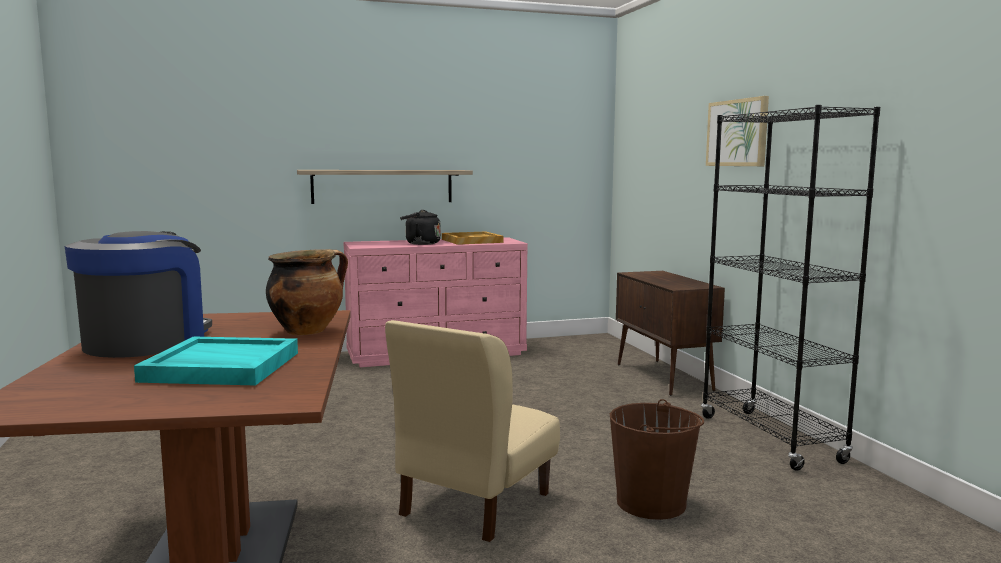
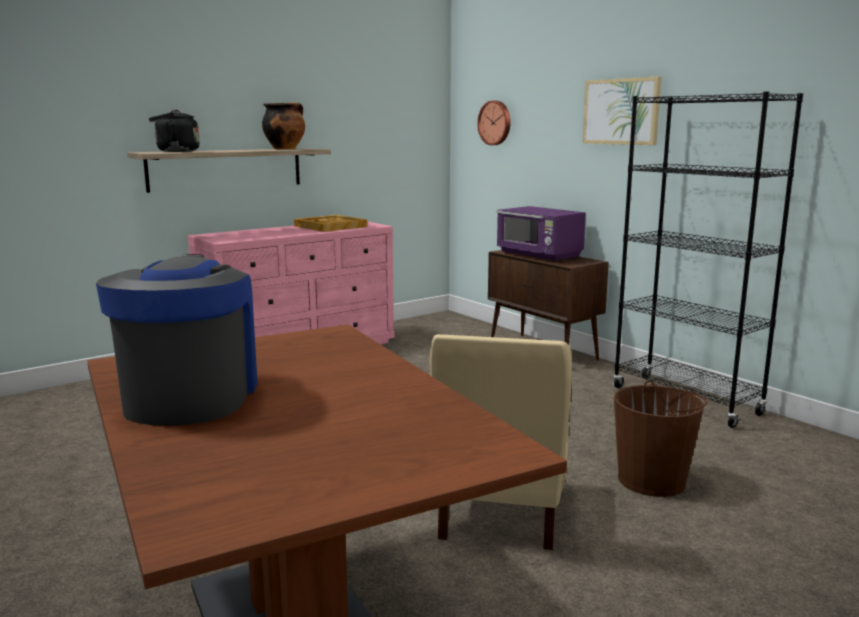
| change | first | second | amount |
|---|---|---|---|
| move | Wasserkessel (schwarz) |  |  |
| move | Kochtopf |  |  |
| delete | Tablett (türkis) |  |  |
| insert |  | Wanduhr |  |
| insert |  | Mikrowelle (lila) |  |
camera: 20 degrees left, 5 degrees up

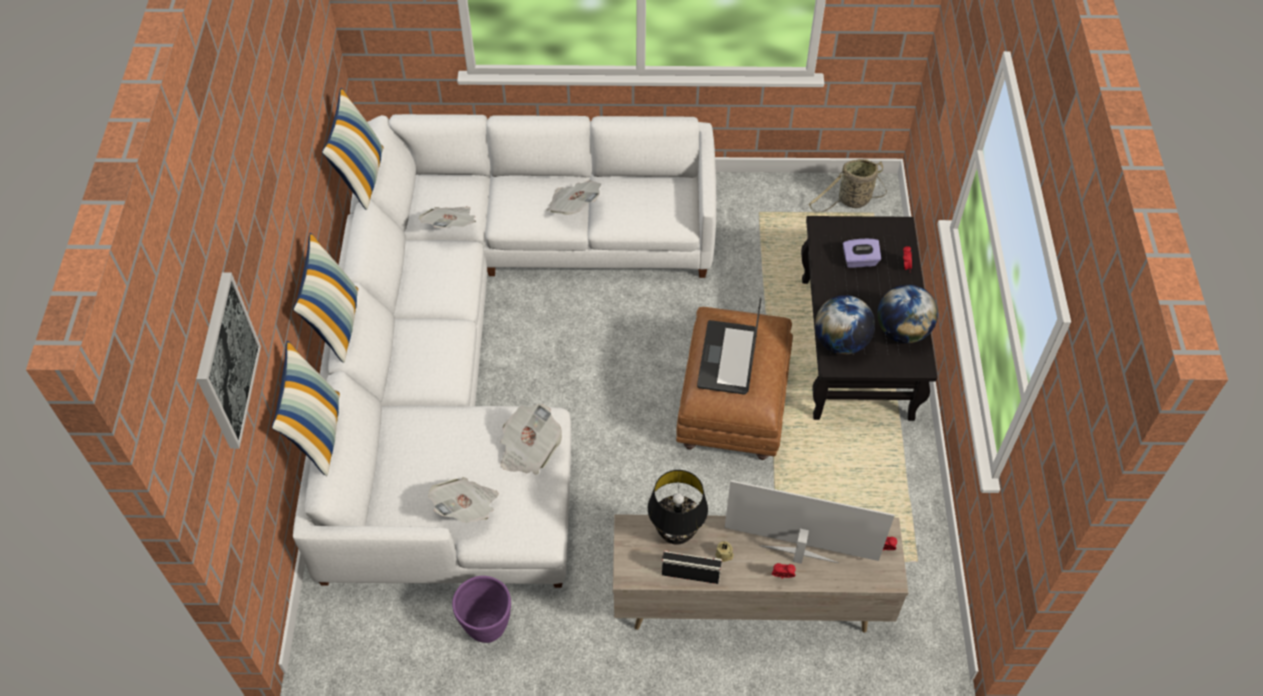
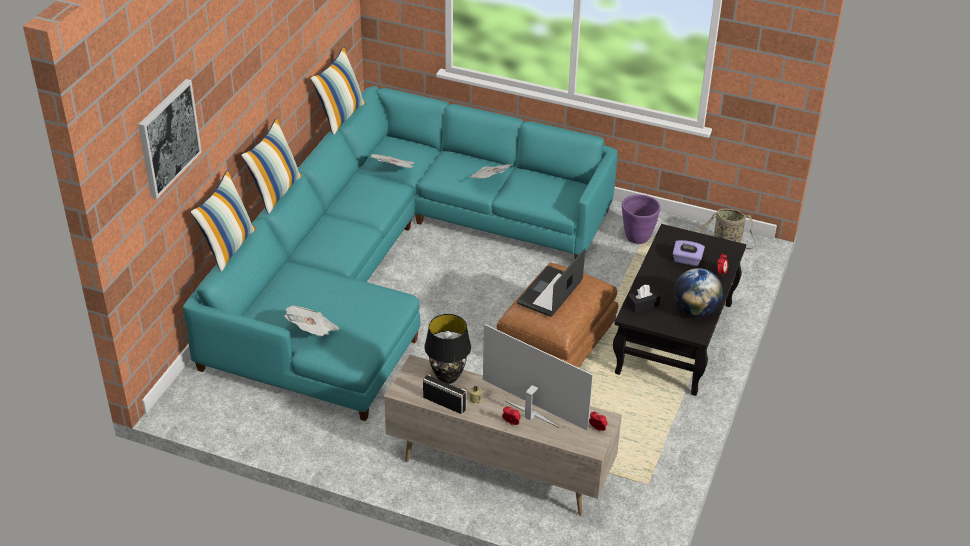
| change | first | second | amount |
|---|---|---|---|
| recolor | Sofa (weiß) | Sofa (türkis) |  |
| replace | Globus (1st from left) | Taschentuchbox (schwarz) |  |
| delete | Zeitung (3rd from left) |  |  |
| move | Pflanzkübel (lila) |  |  |
camera: 20 degrees right, 15 degrees down

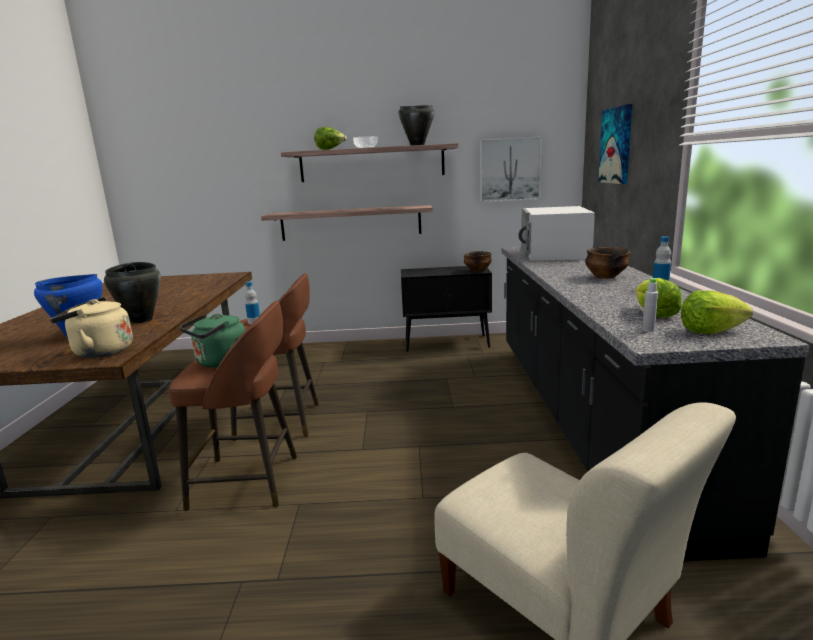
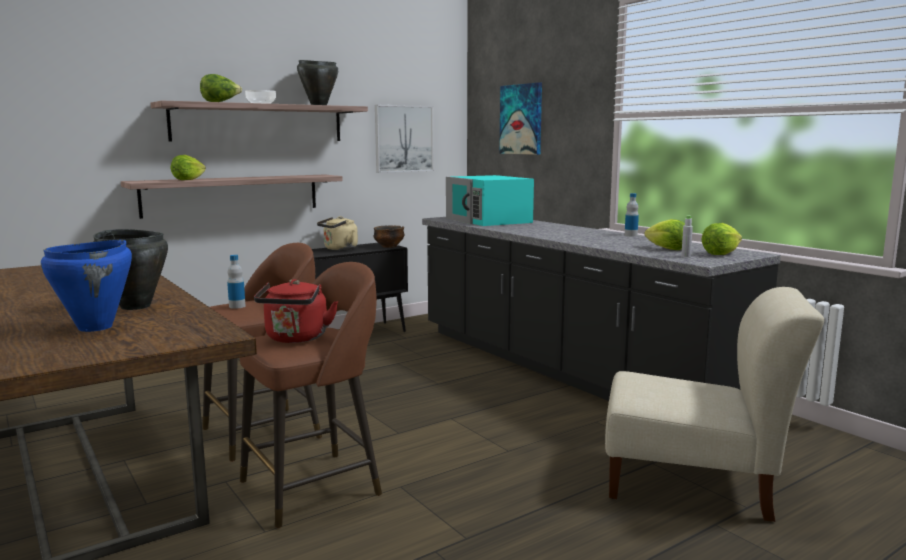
| change | first | second | amount |
|---|---|---|---|
| recolor | Mikrowelle (weiß) | Mikrowelle (türkis) |  |
| delete | Schüssel (3rd from left) |  |  |
| move | Wasserkessel (beige) |  |  |
| recolor | Wasserkessel (grün) | Wasserkessel (rot) |  |
| insert |  | Salatkopf (1st from left) |  |
camera: 35 degrees left, 5 degrees down

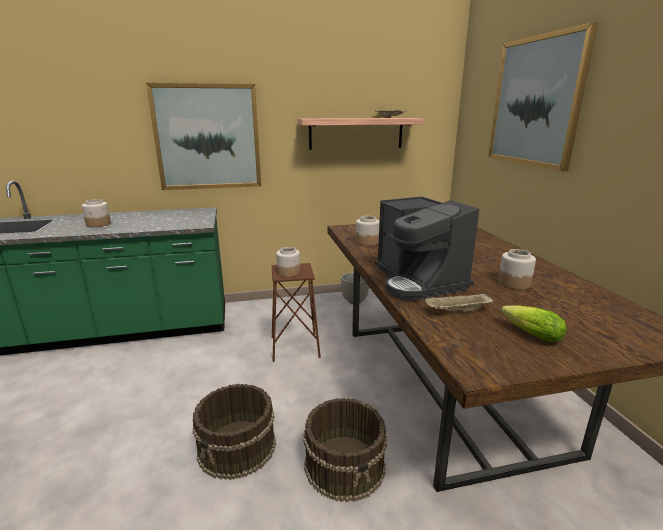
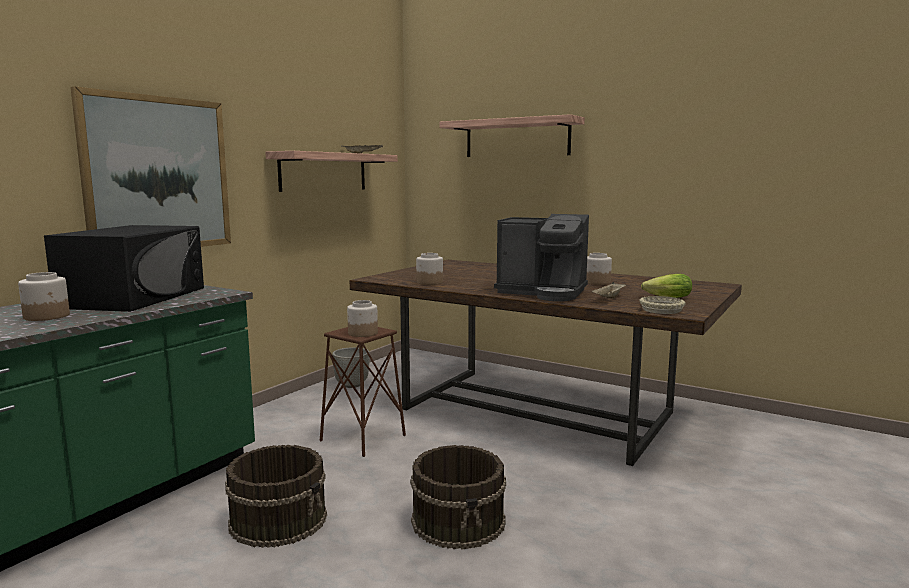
| change | first | second | amount |
|---|---|---|---|
| replace | Bild (2nd from left) | Wandregal (2nd from left) |  |
| move | Eimer (braun) (2nd from left in the first image) | Eimer (braun) (1st from left) |  |
| insert |  | Mikrowelle (schwarz) |  |
| insert |  | Schüssel (beige) |  |
camera: 45 degrees left, 10 degrees down

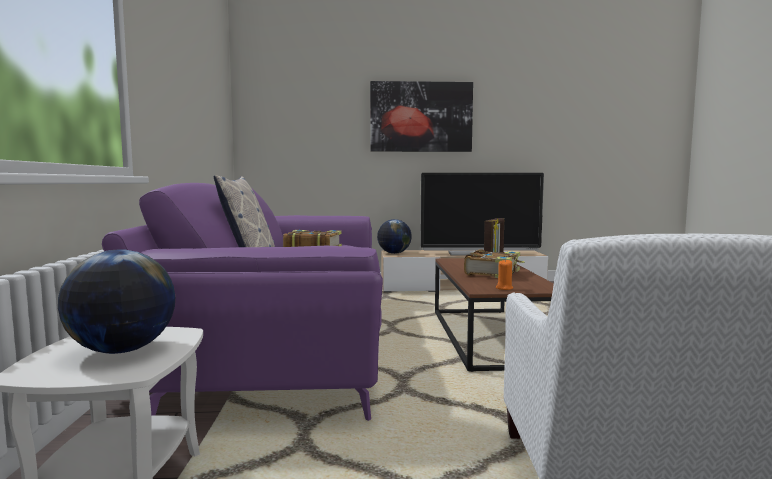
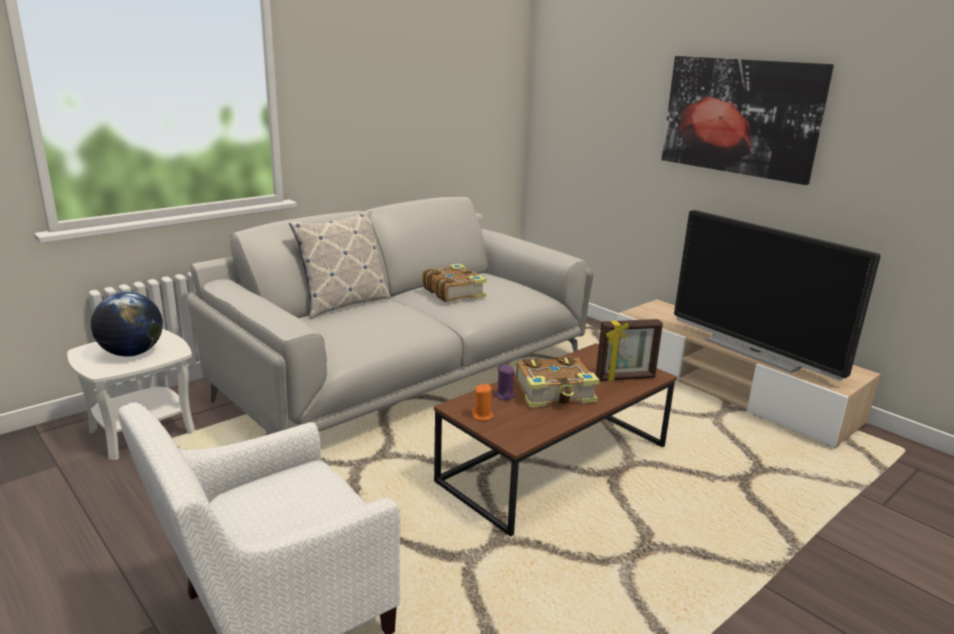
| change | first | second | amount |
|---|---|---|---|
| recolor | Sofa (lila) | Sofa (grau) |  |
| delete | Globus (2nd from left) |  |  |
| insert |  | Kerze (lila) |  |
camera: 50 degrees right, 15 degrees up

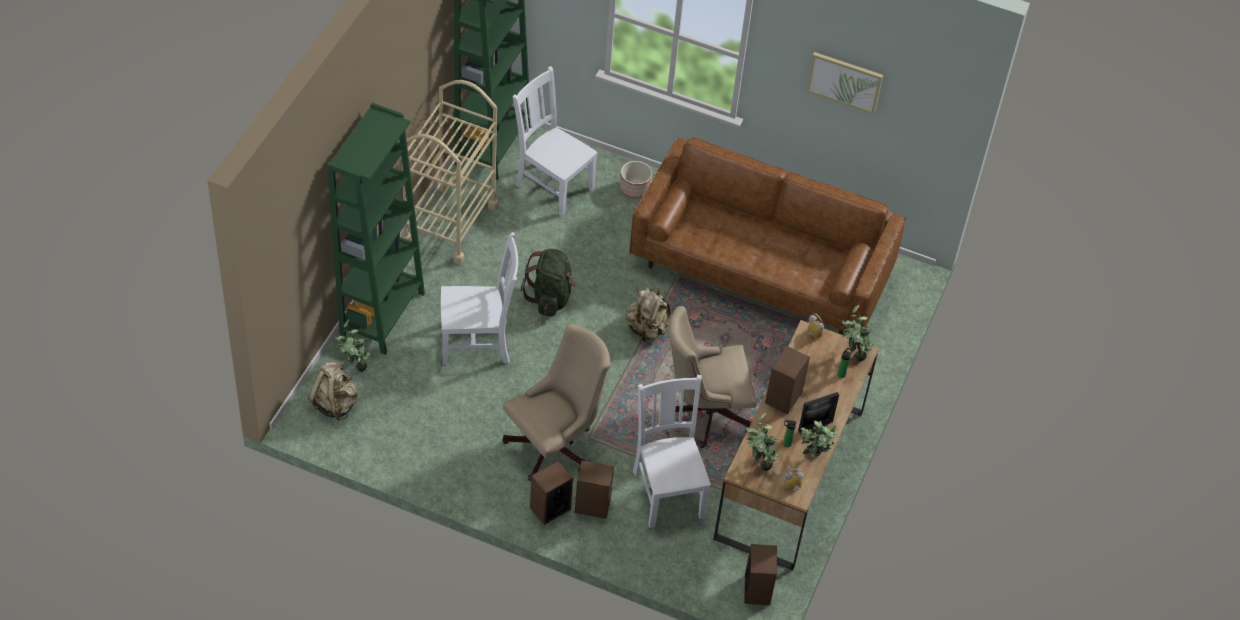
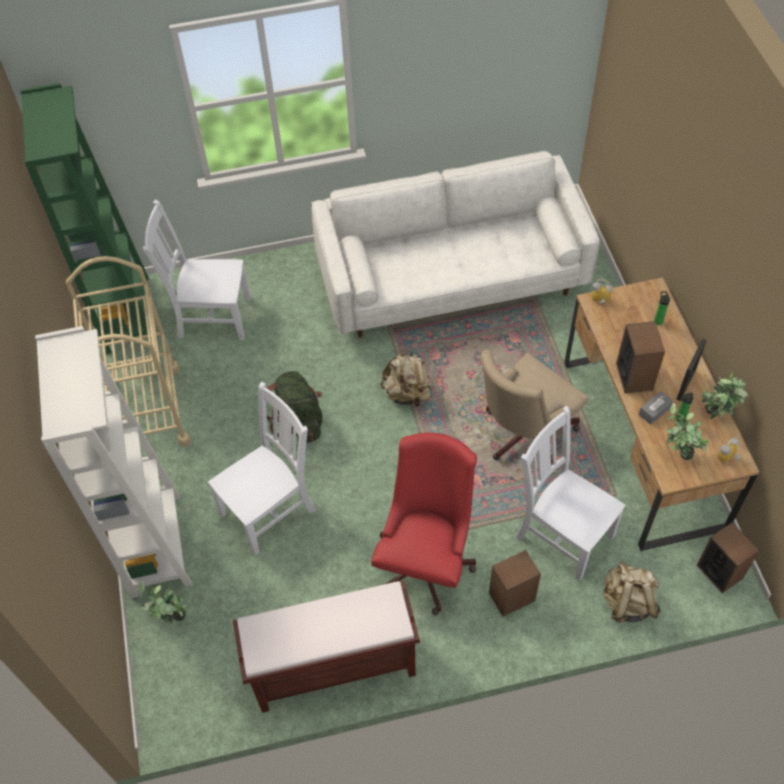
| change | first | second | amount |
|---|---|---|---|
| delete | Bild |  |  |
| recolor | Bücherregal (grün) (1st from left) | Bücherregal (weiß) |  |
| recolor | Sofa (braun) | Sofa (weiß) |  |
| delete | Pflanzkübel |  |  |
| delete | Topfpflanze (4th from left) |  |  |
| recolor | Bürostuhl (beige) (1st from left) | Bürostuhl (rot) |  |
| move | Rucksack (beige) (1st from left in the first image) | Rucksack (beige) (2nd from left) |  |
| delete | Lautsprecher (1st from left) |  |  |
| insert |  | Taschentuchbox (grau) |  |
| insert |  | Bank (braun) |  |
camera: 30 degrees left, 5 degrees up

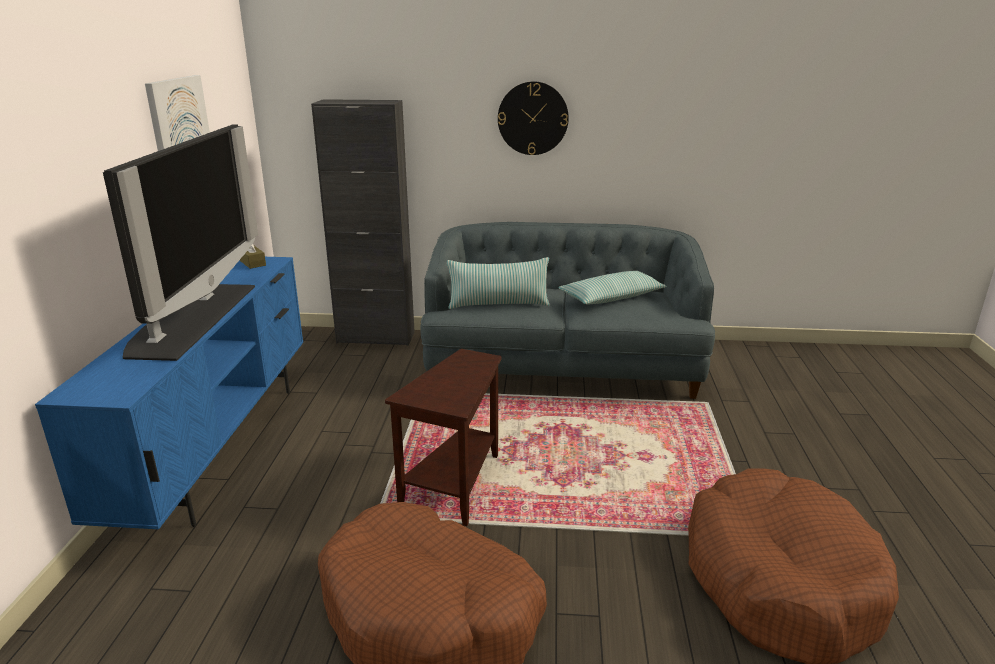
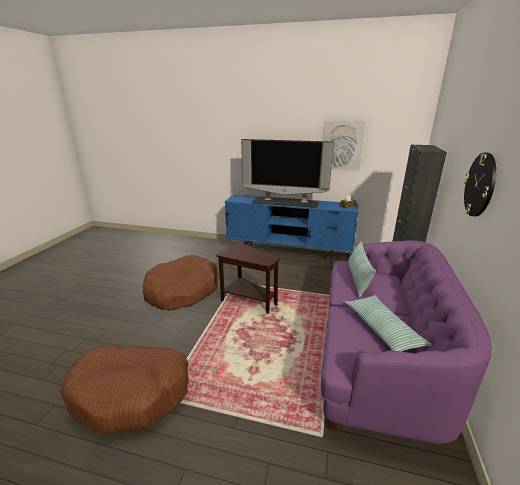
| change | first | second | amount |
|---|---|---|---|
| recolor | Sofa (grau) | Sofa (lila) |  |
camera: 100 degrees right, 0 degrees up

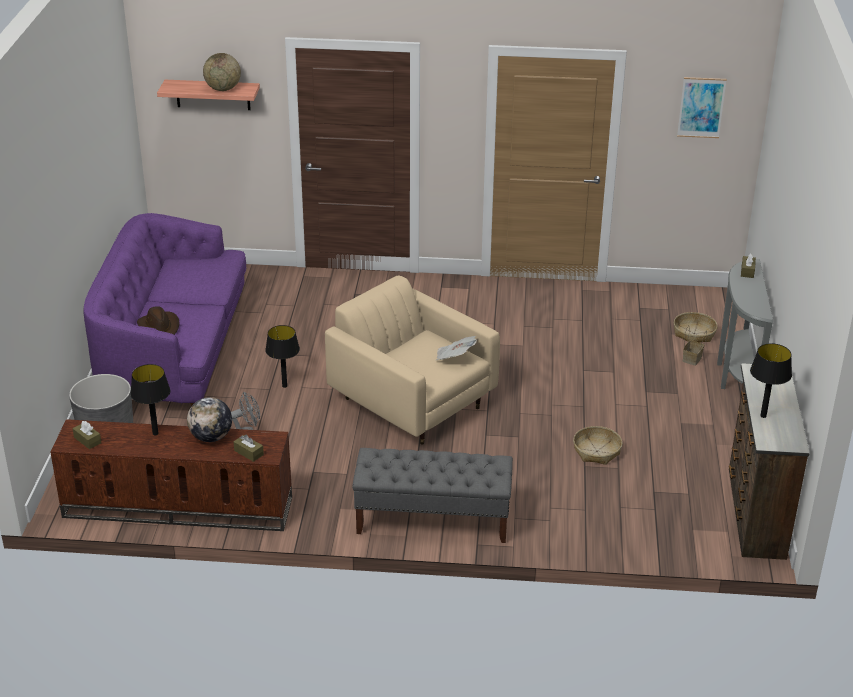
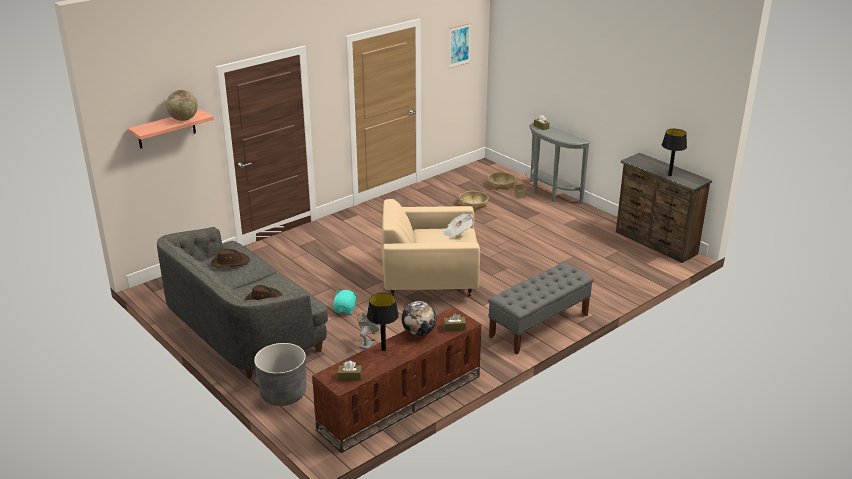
| change | first | second | amount |
|---|---|---|---|
| recolor | Sofa (lila) | Sofa (grau) |  |
| replace | Tischlampe (schwarz) (2nd from left) | Plüschtier (türkis) |  |
| move | Korb (1st from left) |  |  |
| insert |  | Hut (braun) (1st from left) |  |
camera: 45 degrees left, 5 degrees down

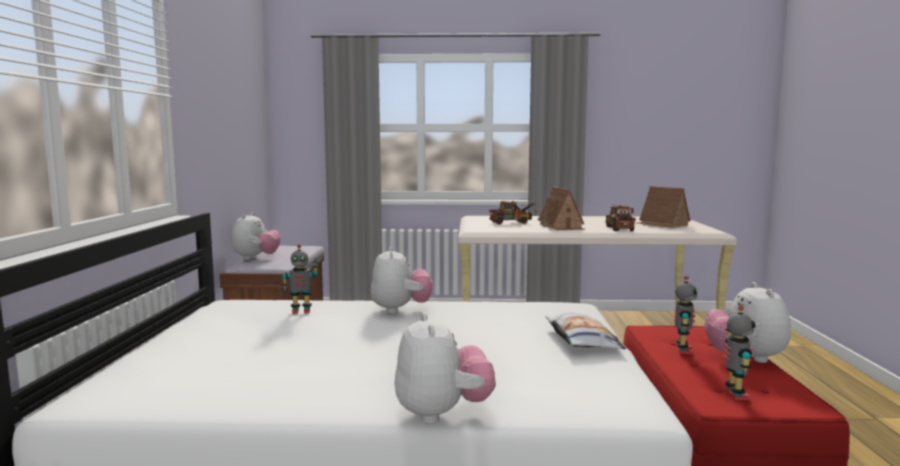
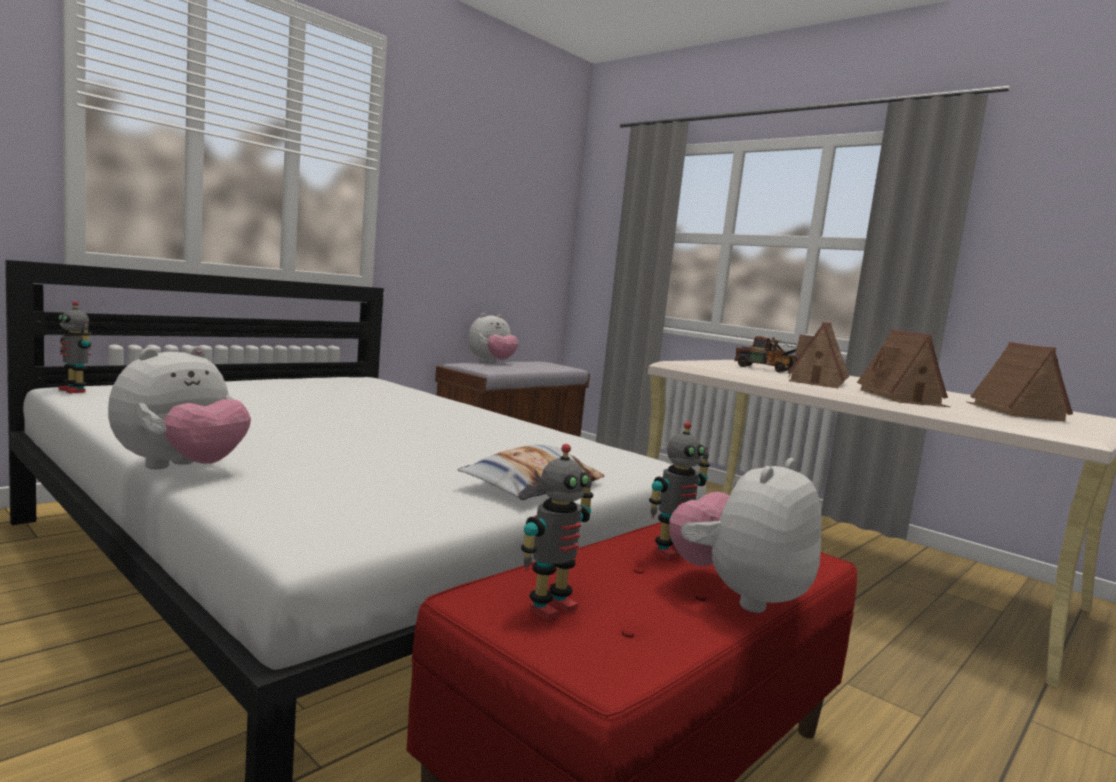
| change | first | second | amount |
|---|---|---|---|
| replace | Spielzeuglaster (2nd from left) | Spielzeughaus (2nd from left) |  |
| move | Spielzeugroboter (1st from left) |  |  |
| delete | Plüschtier (2nd from left) |  |  |
camera: 40 degrees right, 0 degrees up

